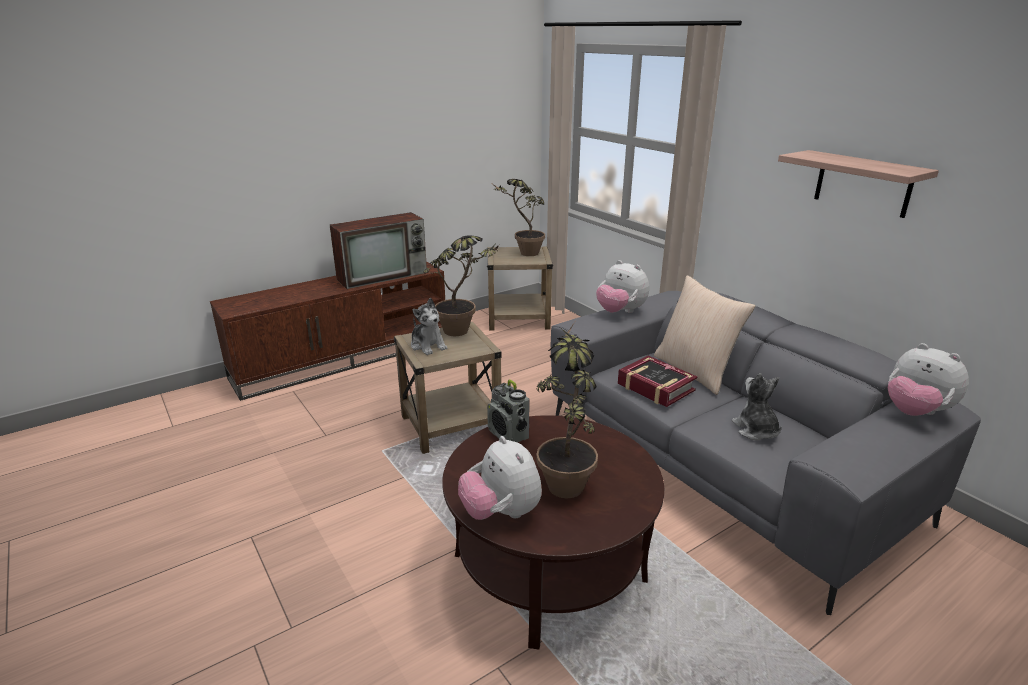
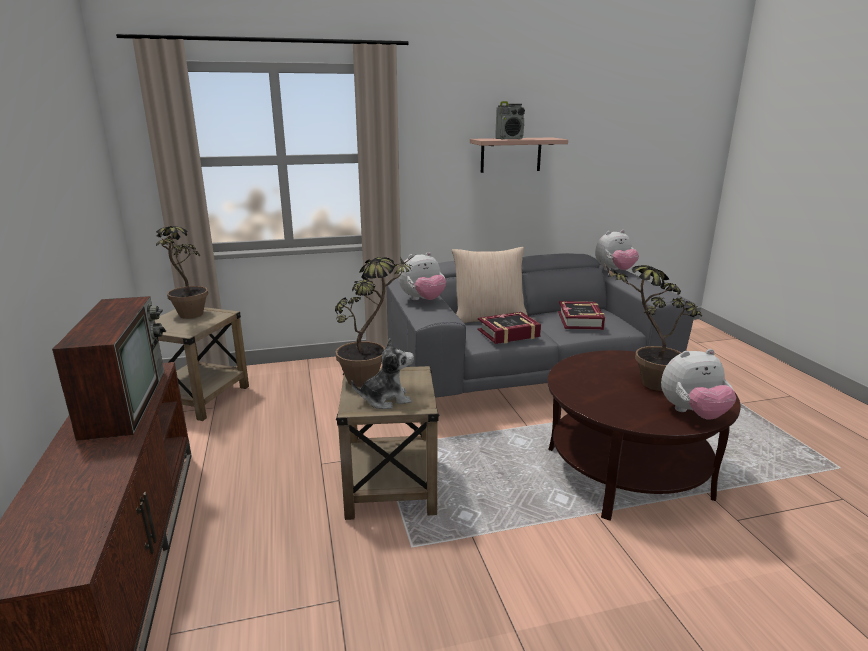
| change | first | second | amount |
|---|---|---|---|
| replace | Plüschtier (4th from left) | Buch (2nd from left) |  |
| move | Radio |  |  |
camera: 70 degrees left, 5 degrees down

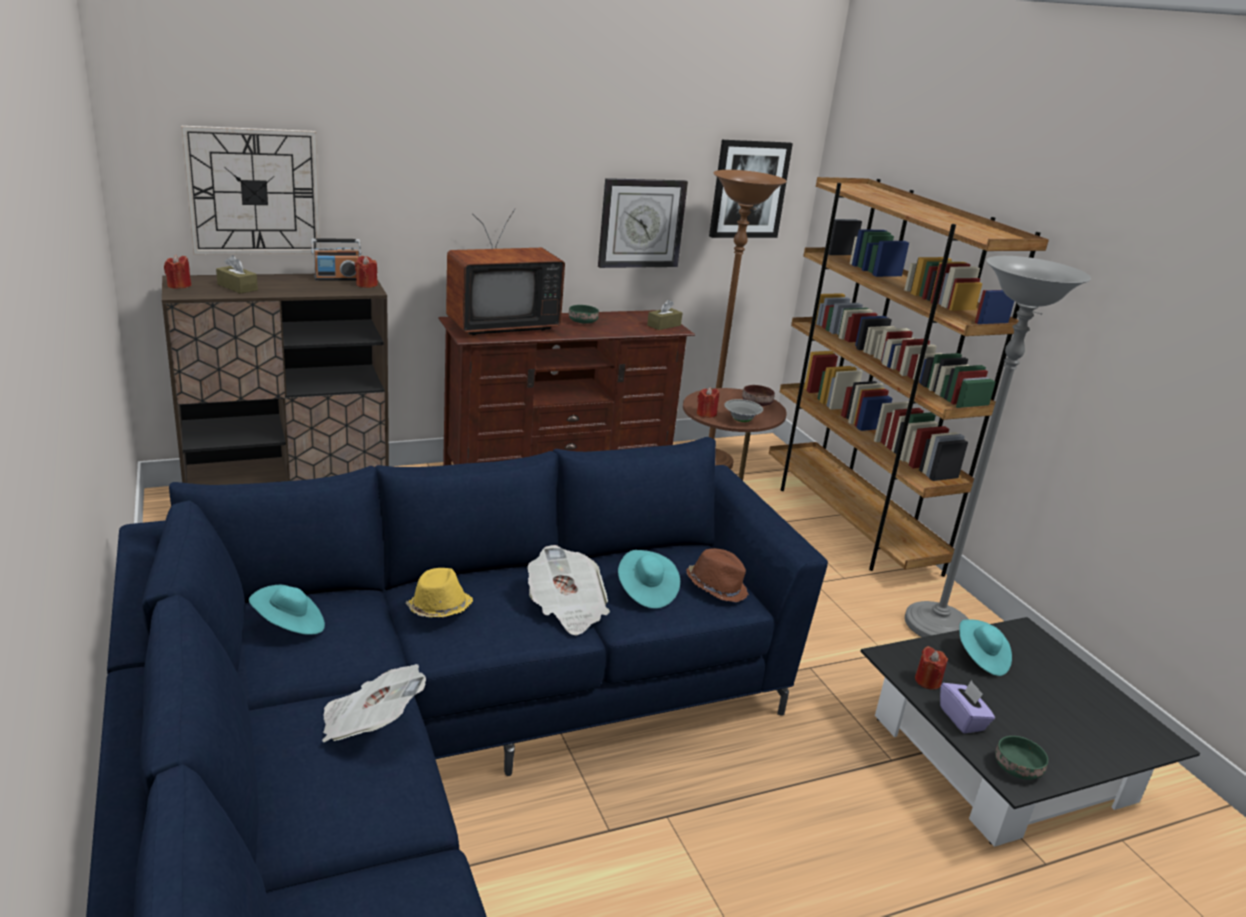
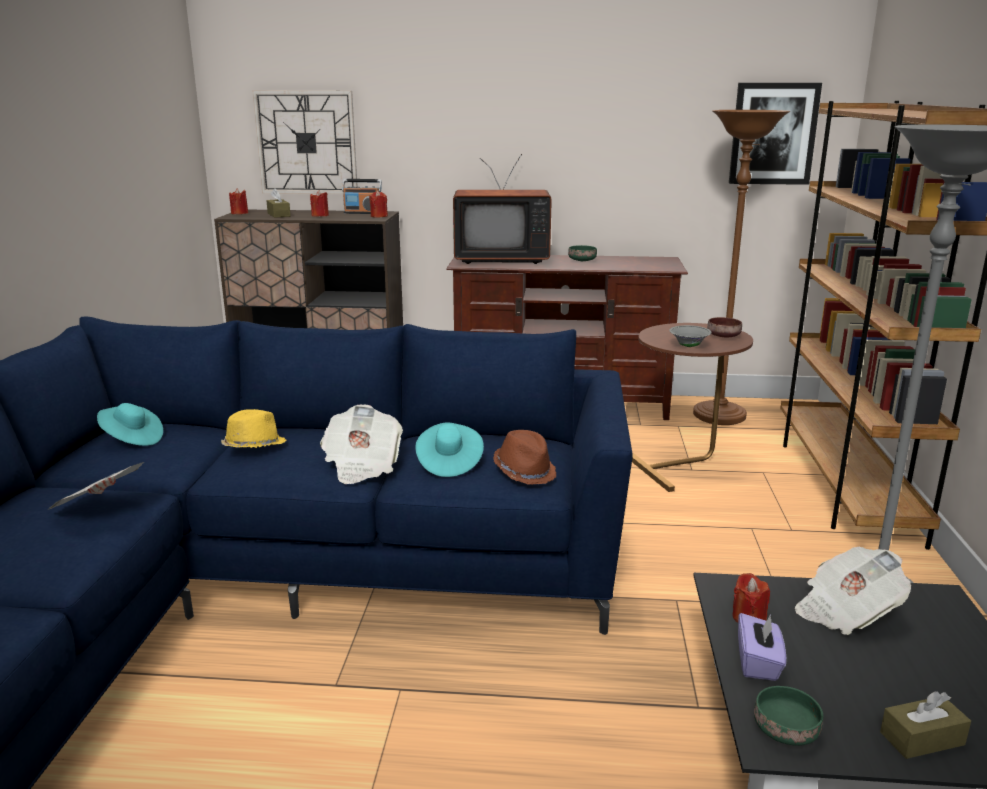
| change | first | second | amount |
|---|---|---|---|
| delete | Wanduhr (2nd from left) |  |  |
| move | Taschentuchbox (braun) (2nd from left) |  |  |
| move | Kerze (rot) (3rd from left in the first image) | Kerze (rot) (2nd from left) |  |
| replace | Hut (türkis) (3rd from left) | Zeitung (3rd from left) |  |
camera: 30 degrees right, 5 degrees down

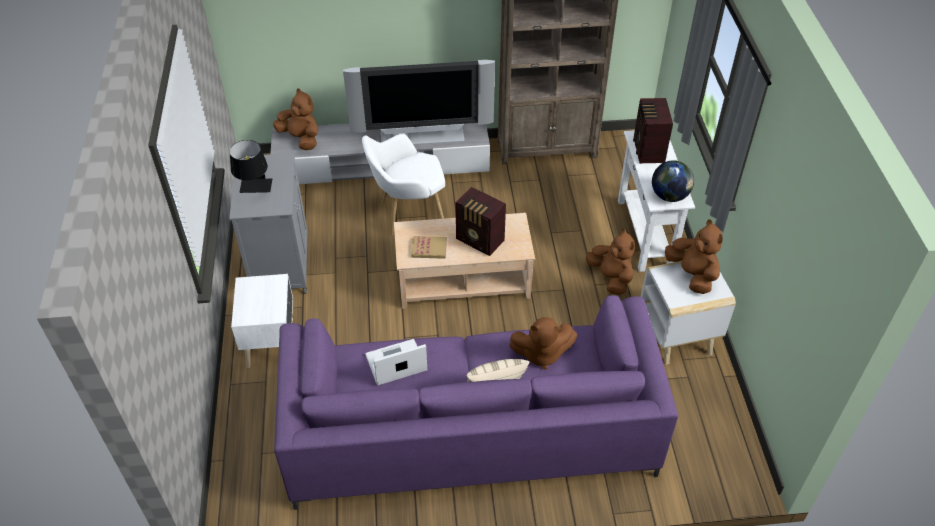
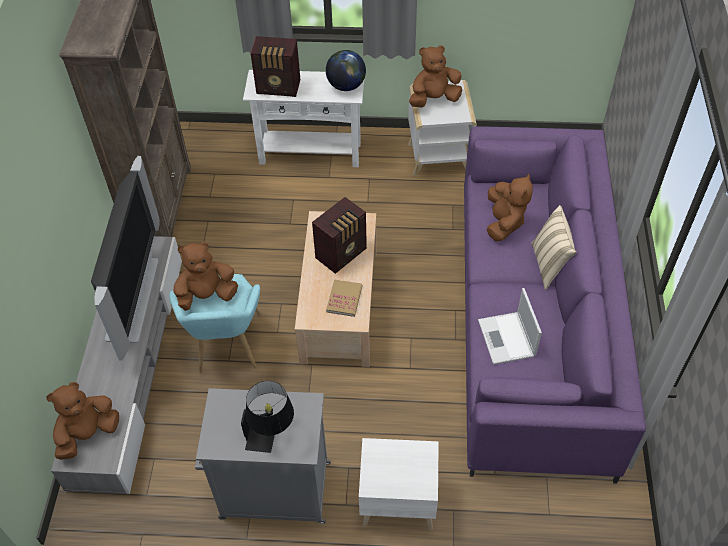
| change | first | second | amount |
|---|---|---|---|
| recolor | Sessel (weiß) | Sessel (türkis) |  |
| move | Plüschtier (braun) (3rd from left in the first image) | Plüschtier (braun) (2nd from left) |  |
camera: 80 degrees left, 5 degrees up

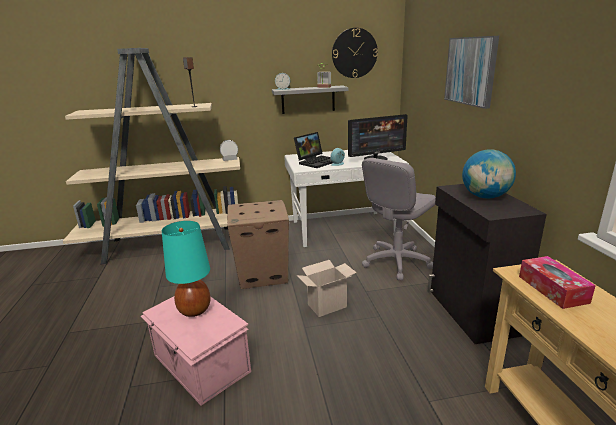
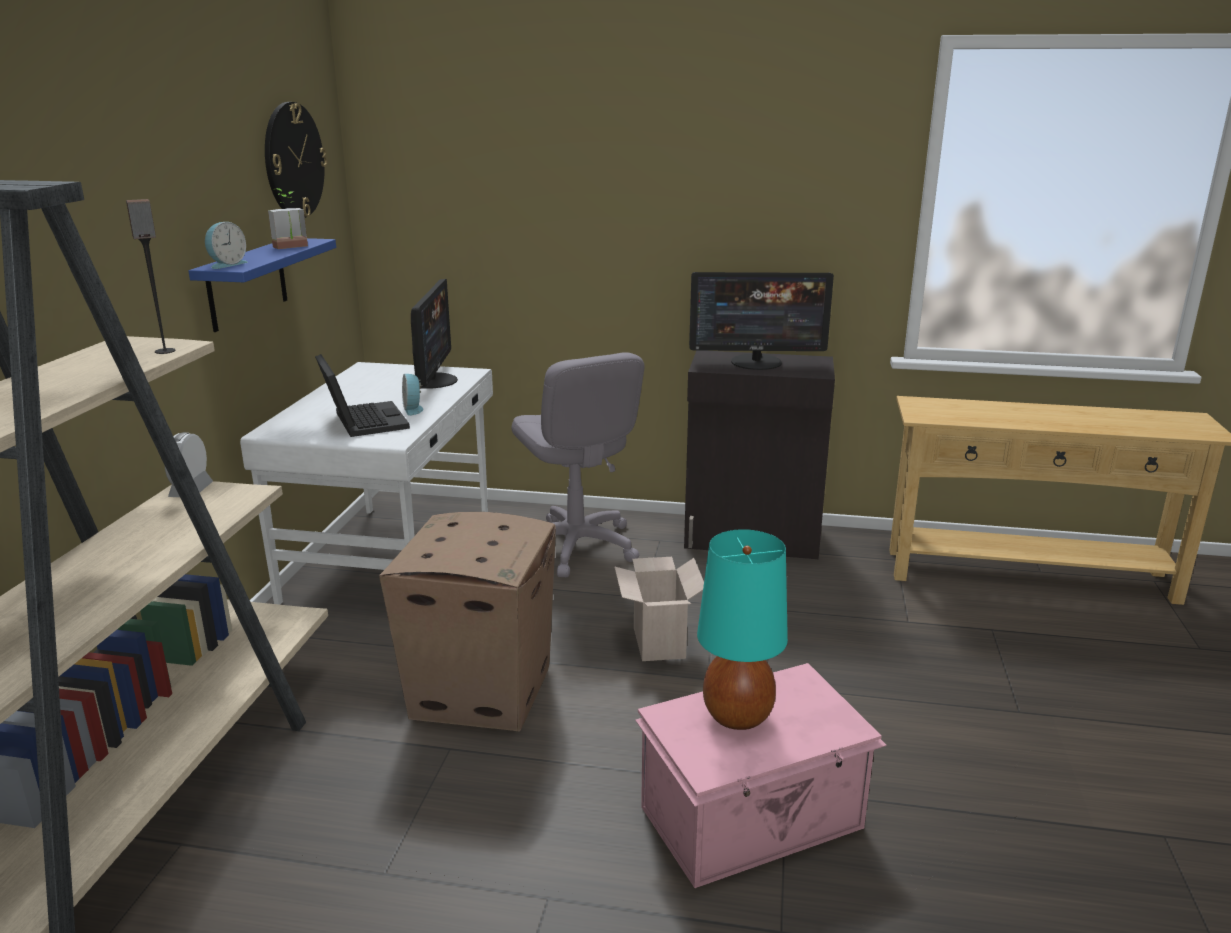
| change | first | second | amount |
|---|---|---|---|
| delete | Bild |  |  |
| recolor | Wandregal (grau) | Wandregal (blau) |  |
| replace | Globus | Monitor (2nd from left) |  |
| delete | Taschentuchbox |  |  |
camera: 70 degrees left, 0 degrees up

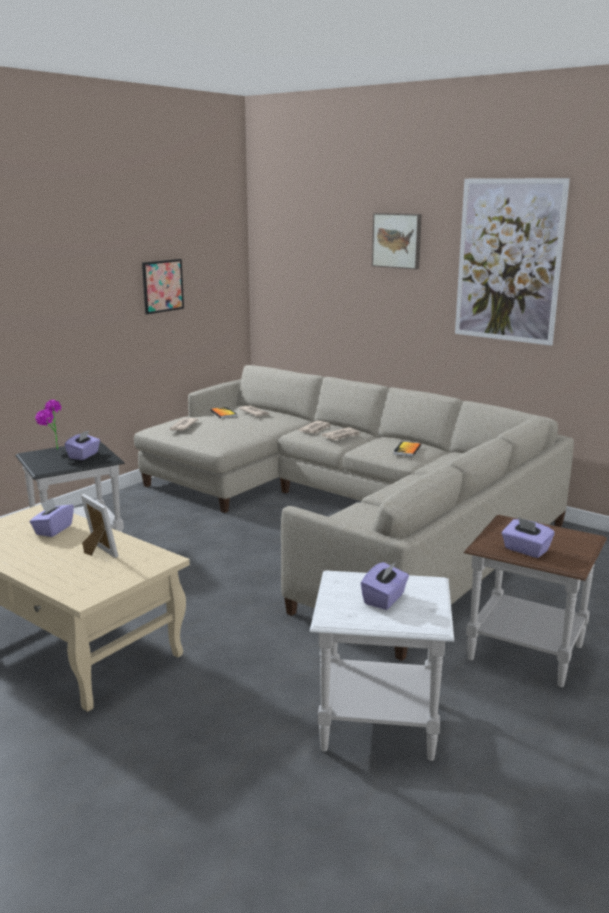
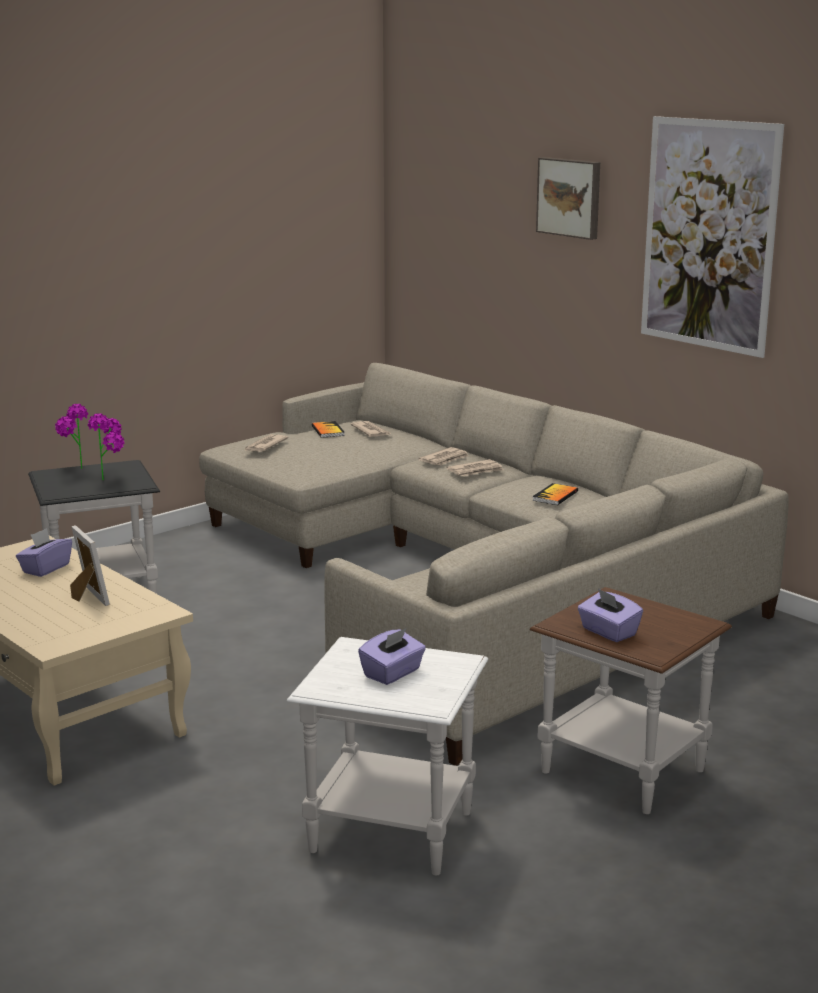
| change | first | second | amount |
|---|---|---|---|
| delete | Bild (1st from left) |  |  |
| replace | Taschentuchbox (lila) (2nd from left) | Topfpflanze (2nd from left) |  |
camera: 10 degrees right, 0 degrees up

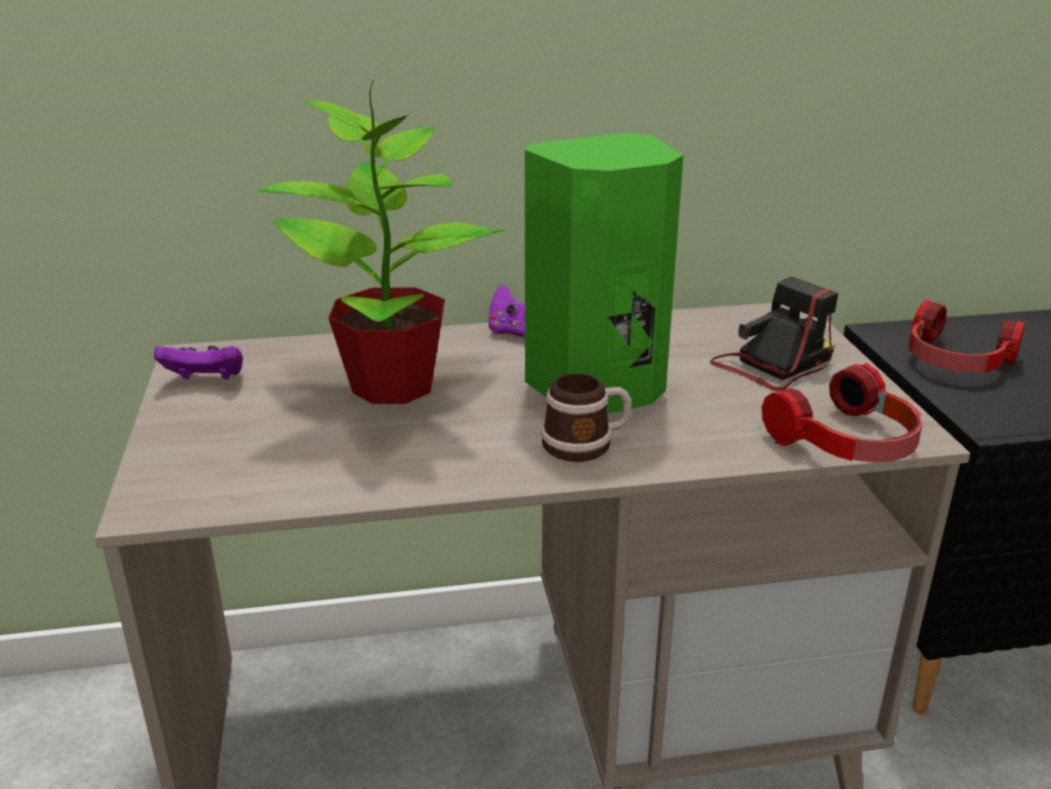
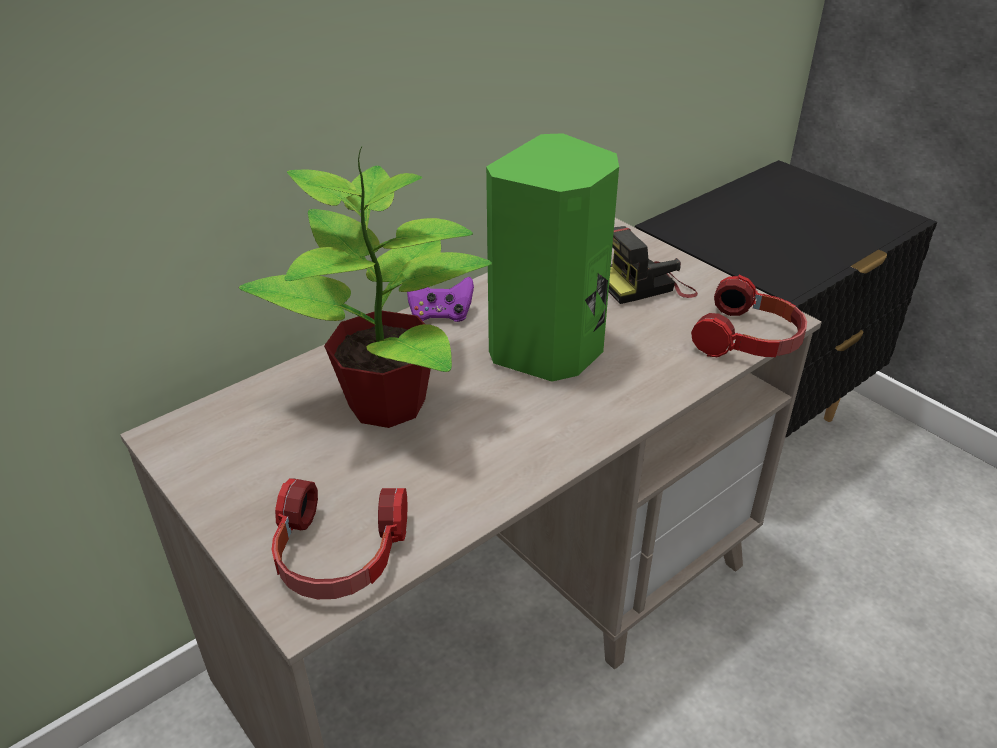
| change | first | second | amount |
|---|---|---|---|
| rotate | Kamera |  | 135 degrees counterclockwise |
| move | Kopfhörer (2nd from left in the first image) | Kopfhörer (1st from left) |  |
| delete | Gamepad (lila) (1st from left) |  |  |
| delete | Henkelbecher |  |  |
camera: 30 degrees left, 10 degrees up

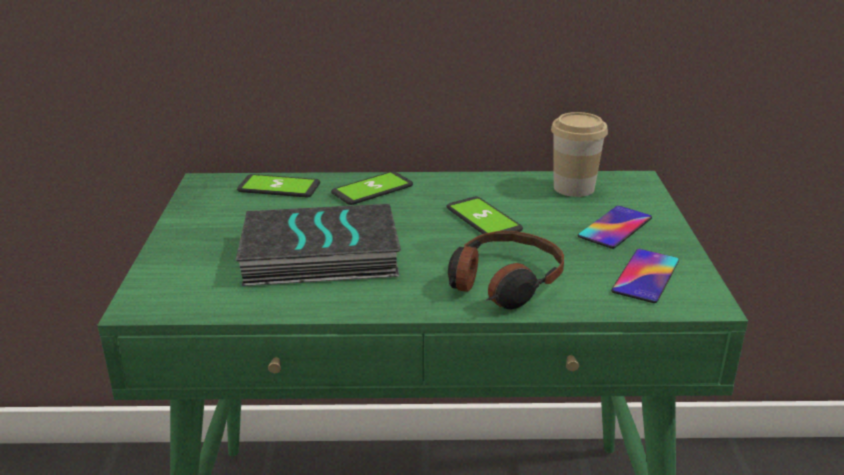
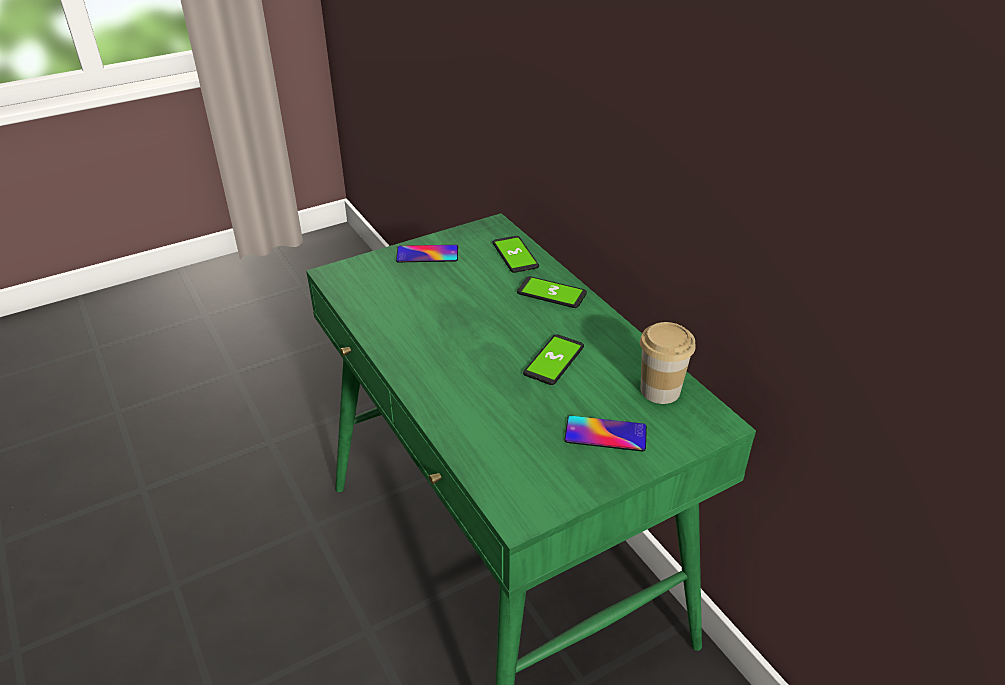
| change | first | second | amount |
|---|---|---|---|
| delete | Buch |  |  |
| delete | Kopfhörer |  |  |
| move | Handy (5th from left in the first image) | Handy (1st from left) |  |
camera: 60 degrees right, 10 degrees up

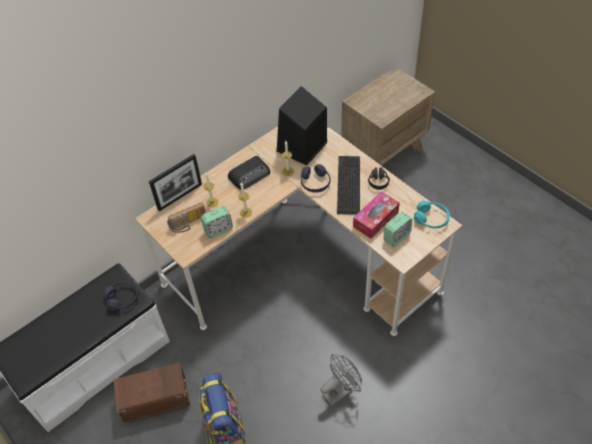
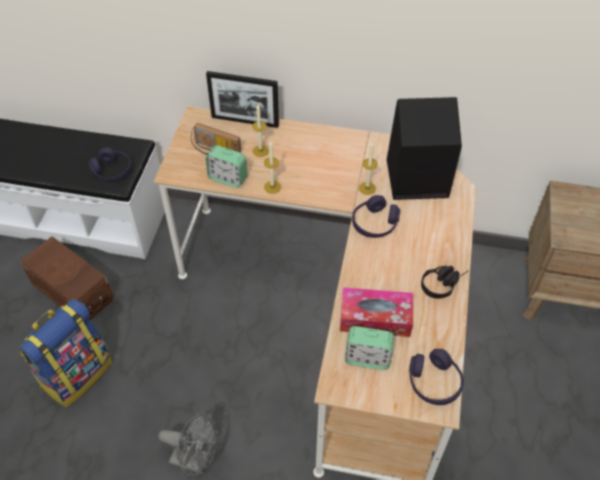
| change | first | second | amount |
|---|---|---|---|
| delete | Radio (2nd from left) |  |  |
| delete | Tastatur |  |  |
| recolor | Kopfhörer (türkis) | Kopfhörer (lila) (3rd from left) |  |
camera: 50 degrees right, 0 degrees up

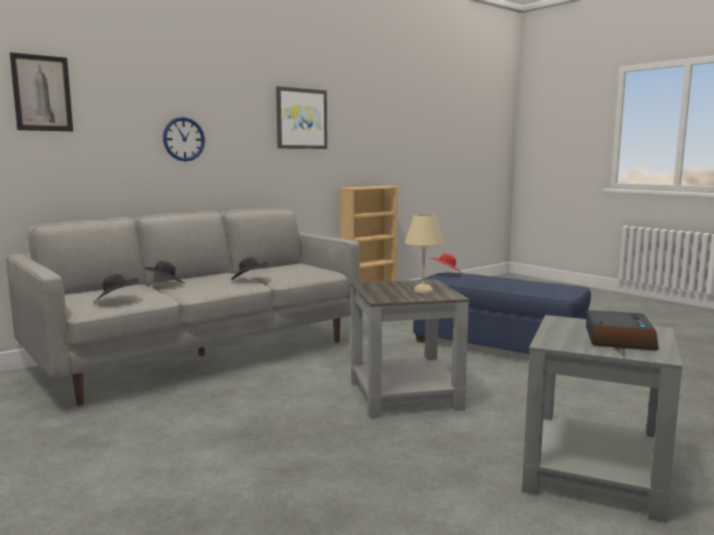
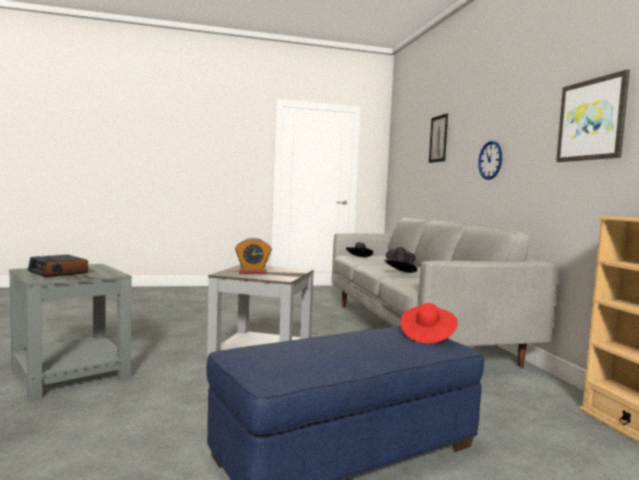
| change | first | second | amount |
|---|---|---|---|
| replace | Tischlampe (beige) | Wecker (2nd from left) |  |
camera: 115 degrees right, 5 degrees down

